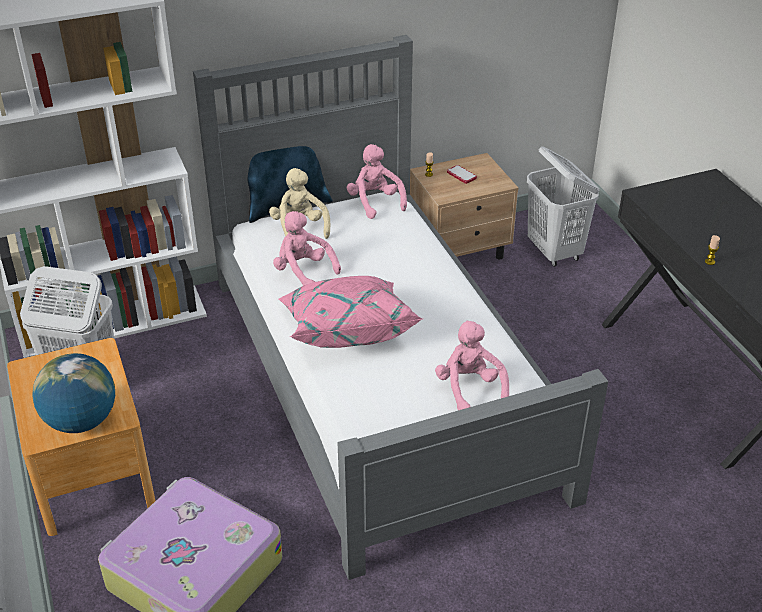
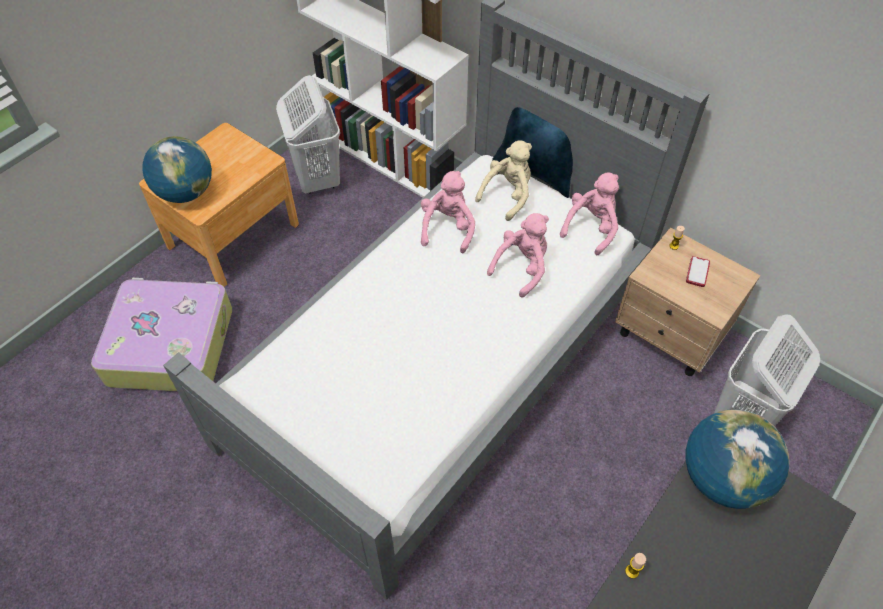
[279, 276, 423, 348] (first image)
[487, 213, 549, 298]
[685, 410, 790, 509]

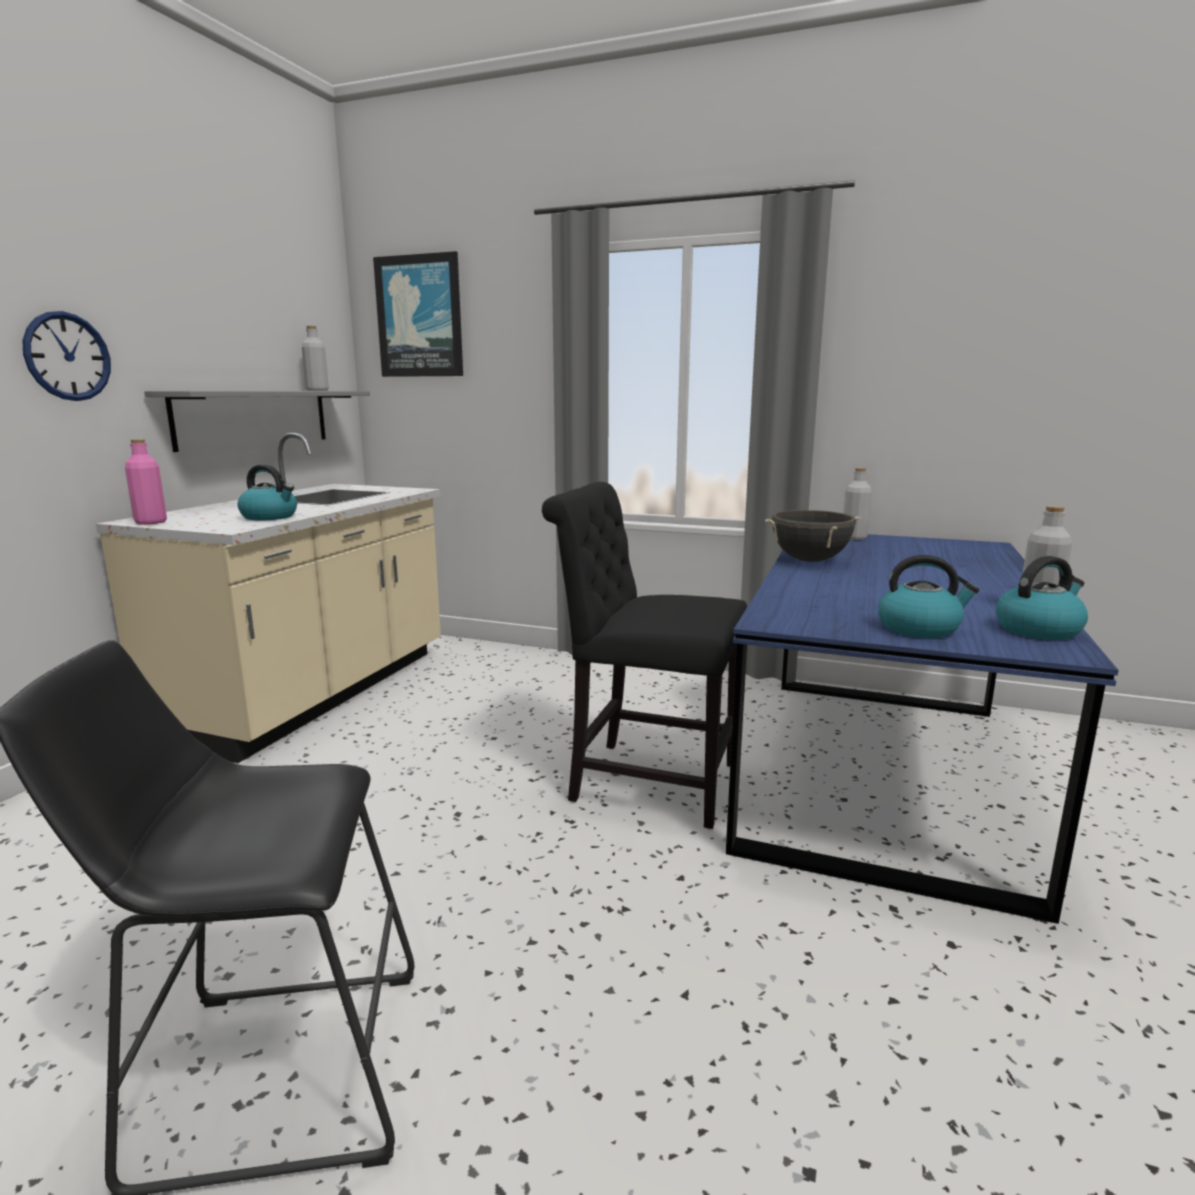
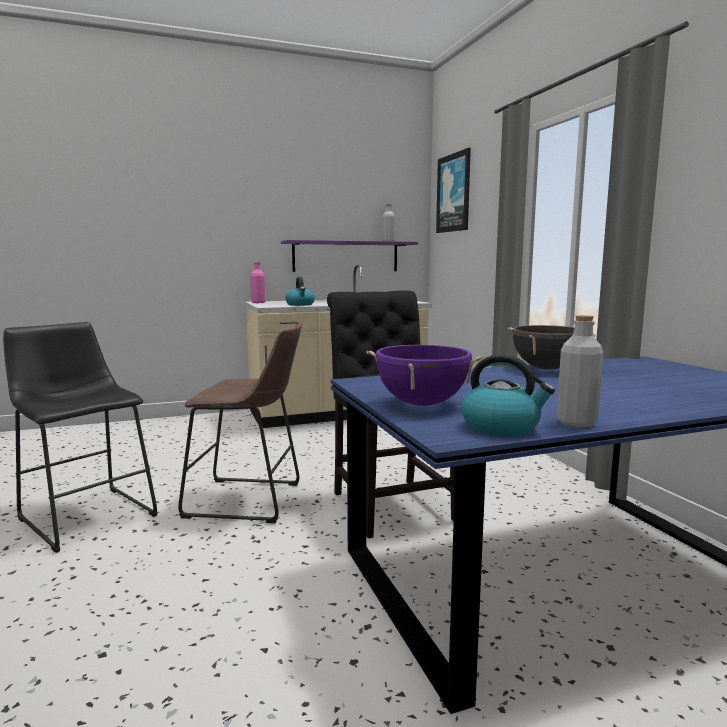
[22, 311, 111, 401] (first image)
[281, 240, 418, 272]
[843, 468, 872, 540] (first image)
[366, 345, 484, 406]
[178, 322, 302, 523]

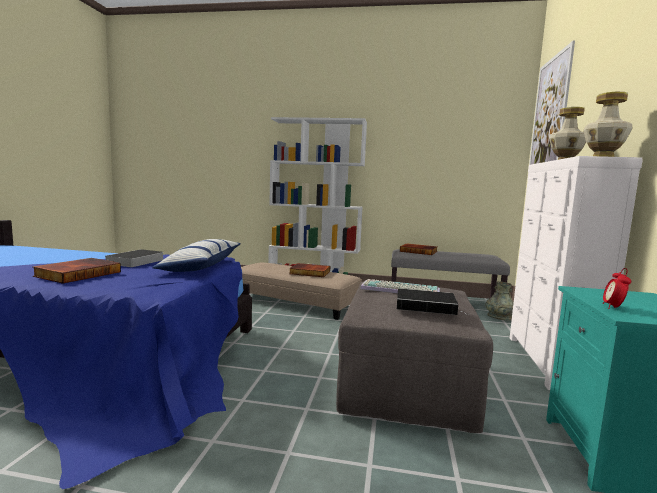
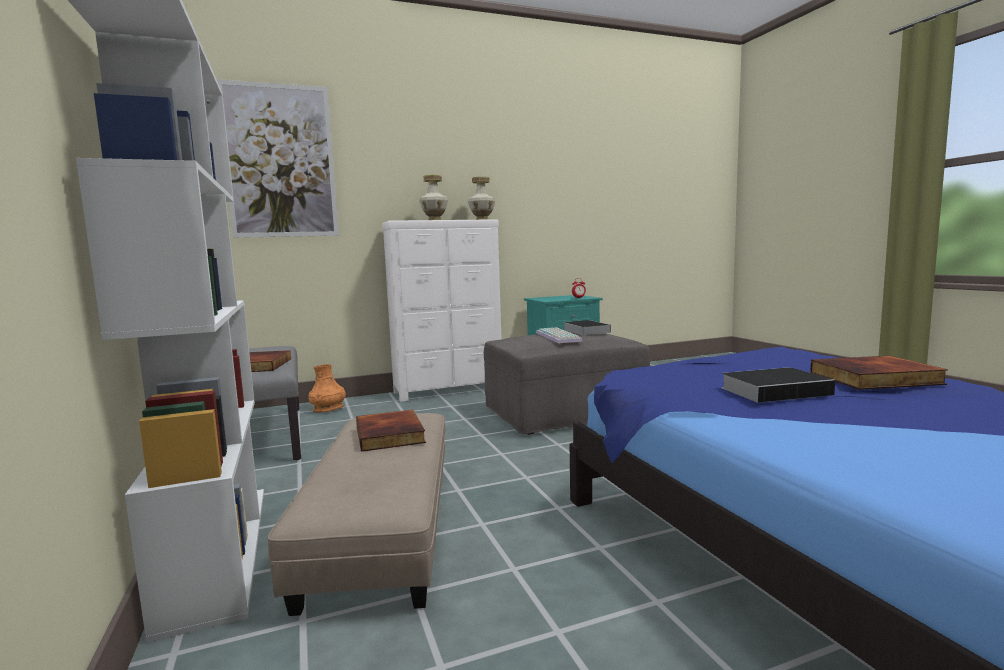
[152, 239, 241, 272] (first image)
[308, 364, 346, 413]

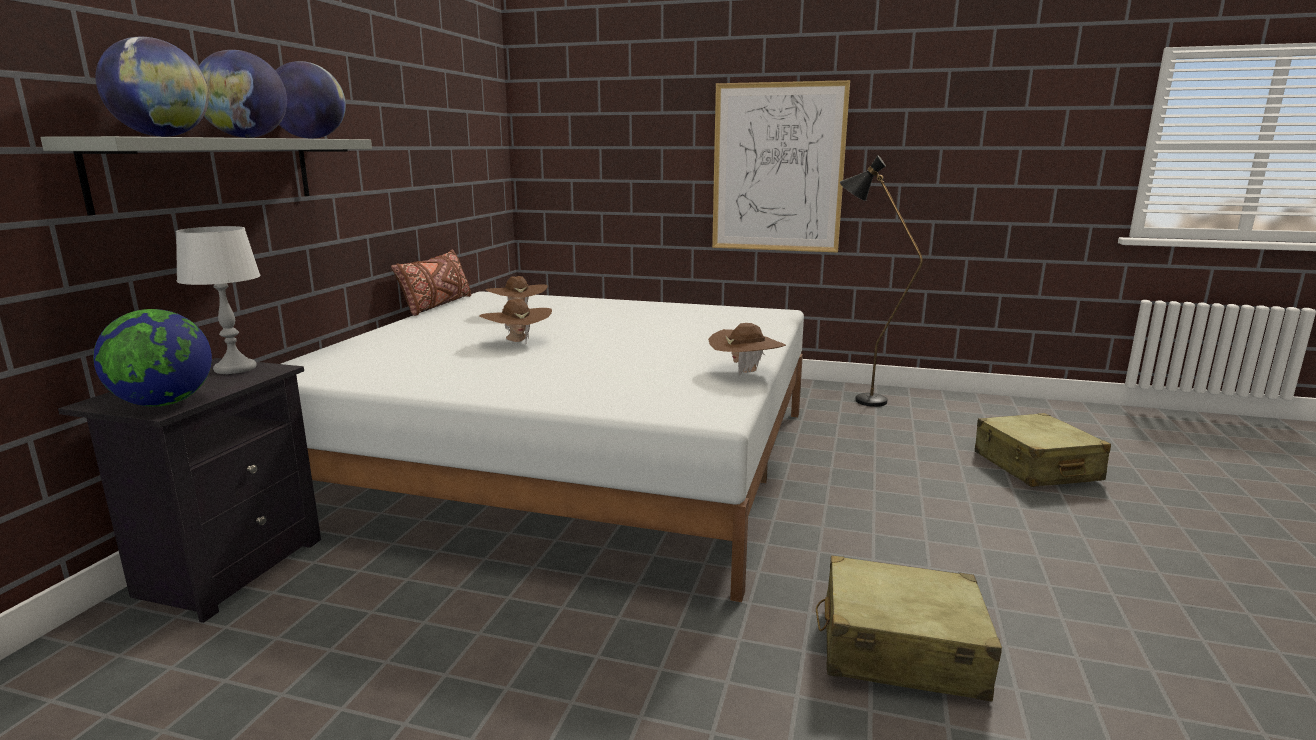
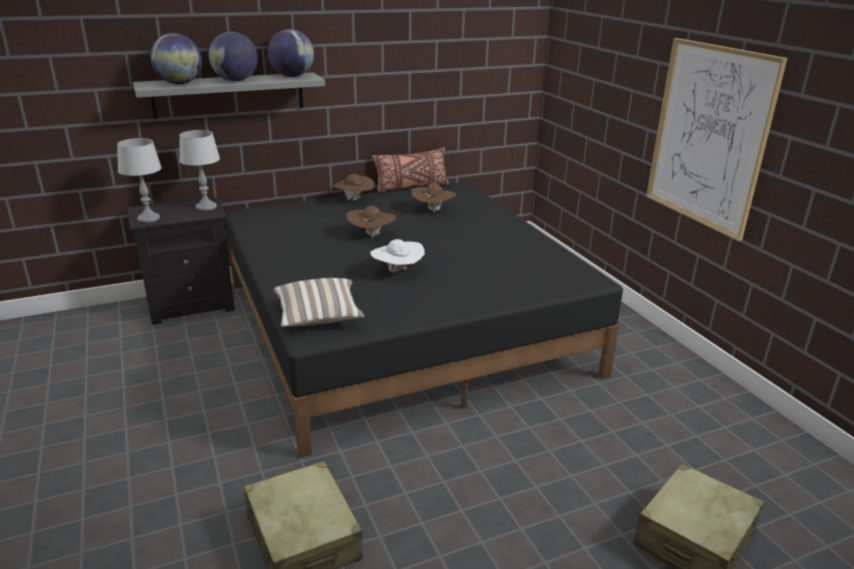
[117, 138, 162, 223]
[225, 182, 623, 458]
[333, 174, 375, 201]
[840, 155, 923, 407] (first image)
[274, 278, 364, 327]
[370, 239, 425, 273]

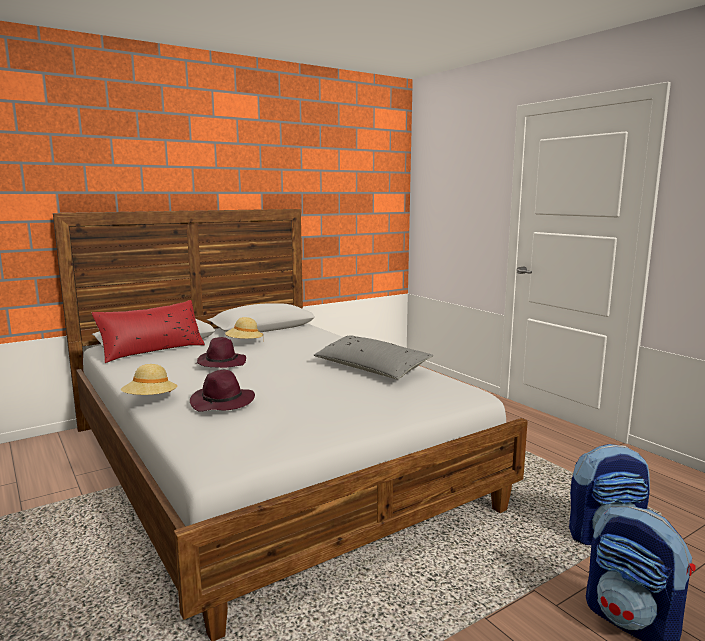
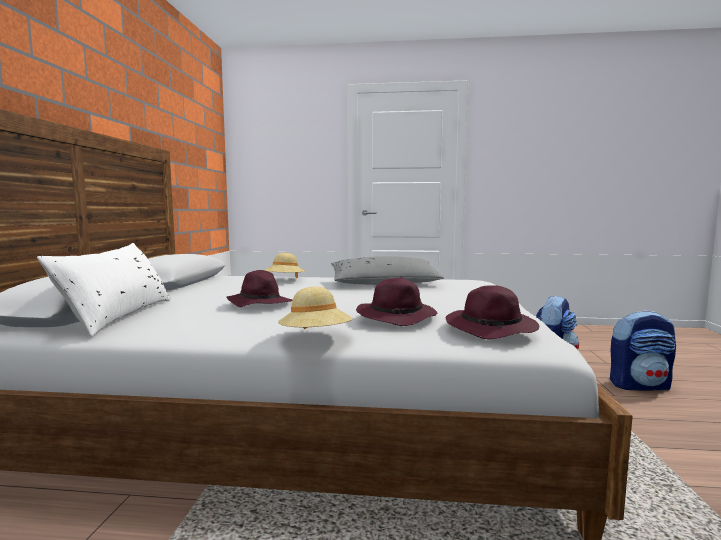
[37, 243, 170, 337]
[265, 253, 305, 278]
[446, 285, 539, 339]

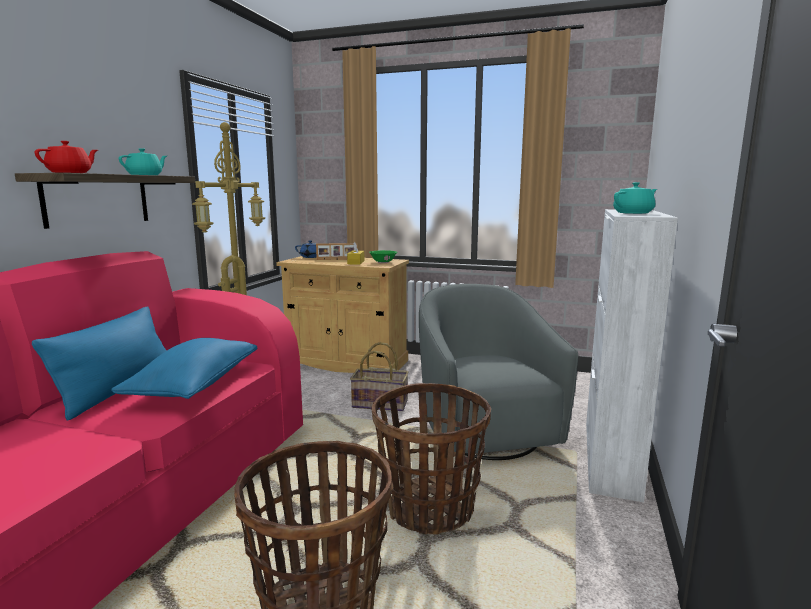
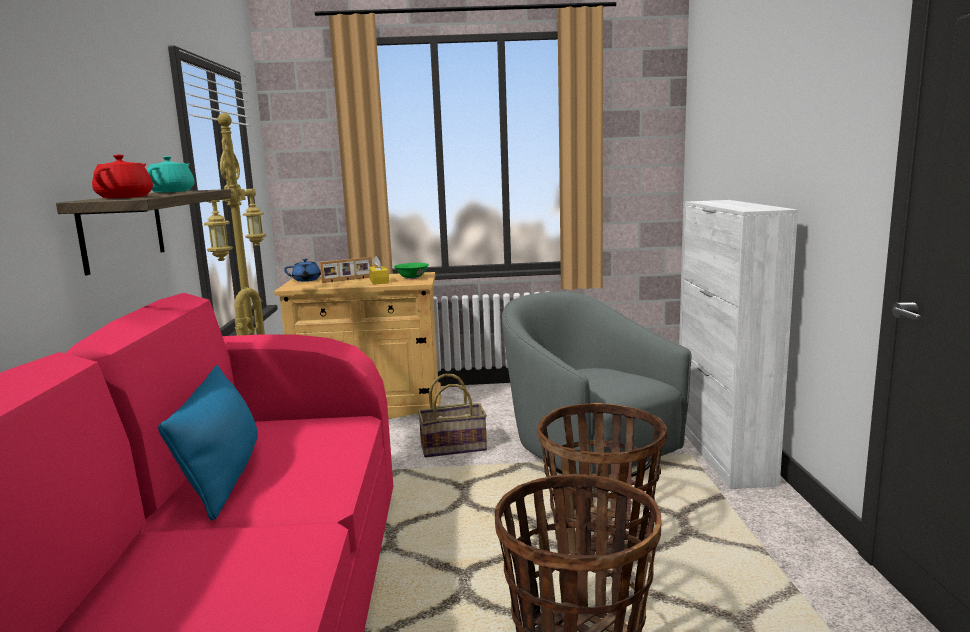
[111, 338, 257, 399] (first image)
[613, 182, 657, 214] (first image)

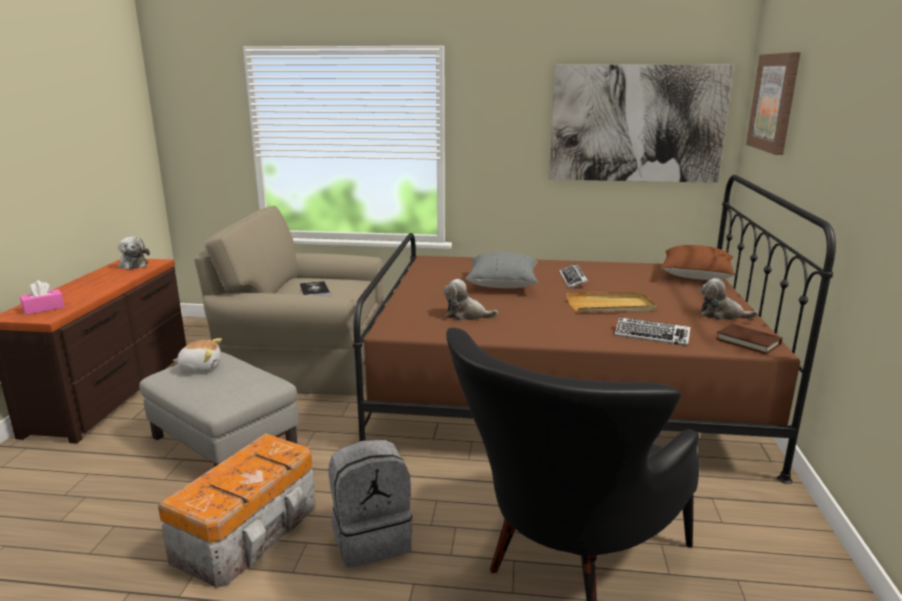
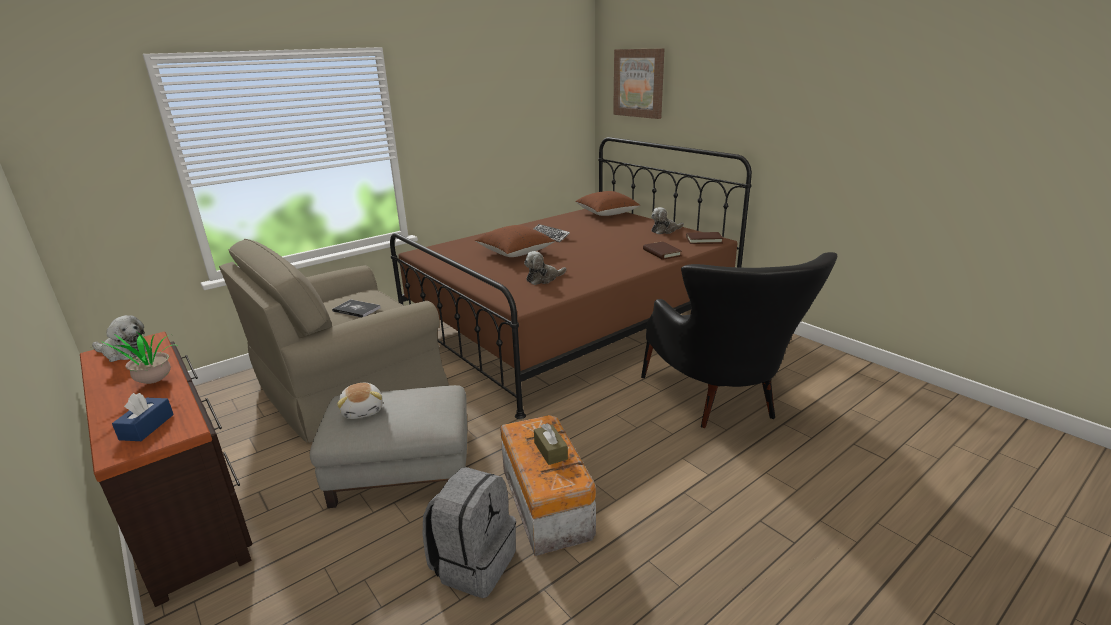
[112, 393, 174, 441]
[337, 383, 383, 419]
[423, 467, 516, 598]
[475, 225, 555, 257]
[549, 65, 734, 183] (first image)
[566, 293, 657, 312] (first image)
[643, 241, 682, 260]
[99, 332, 177, 384]
[534, 423, 568, 465]

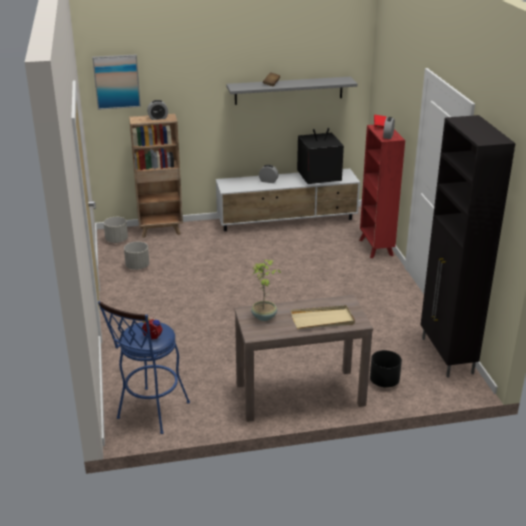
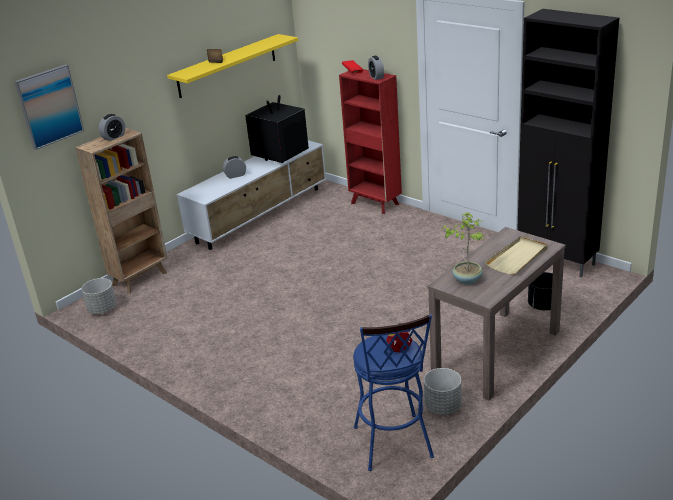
[424, 368, 462, 415]
[167, 34, 298, 98]

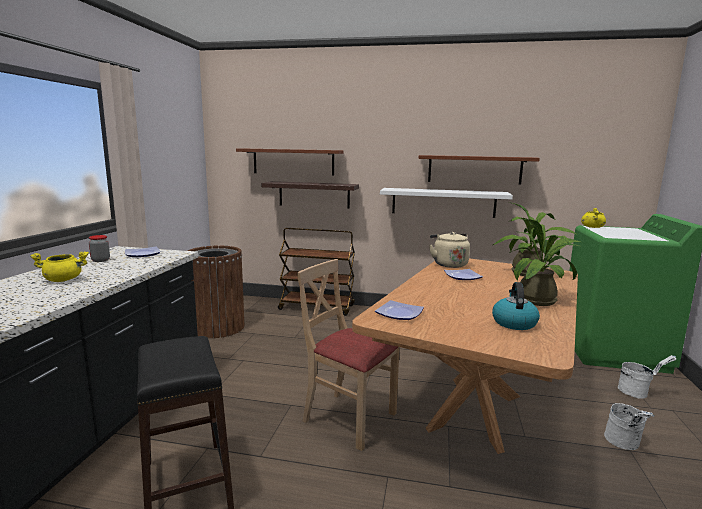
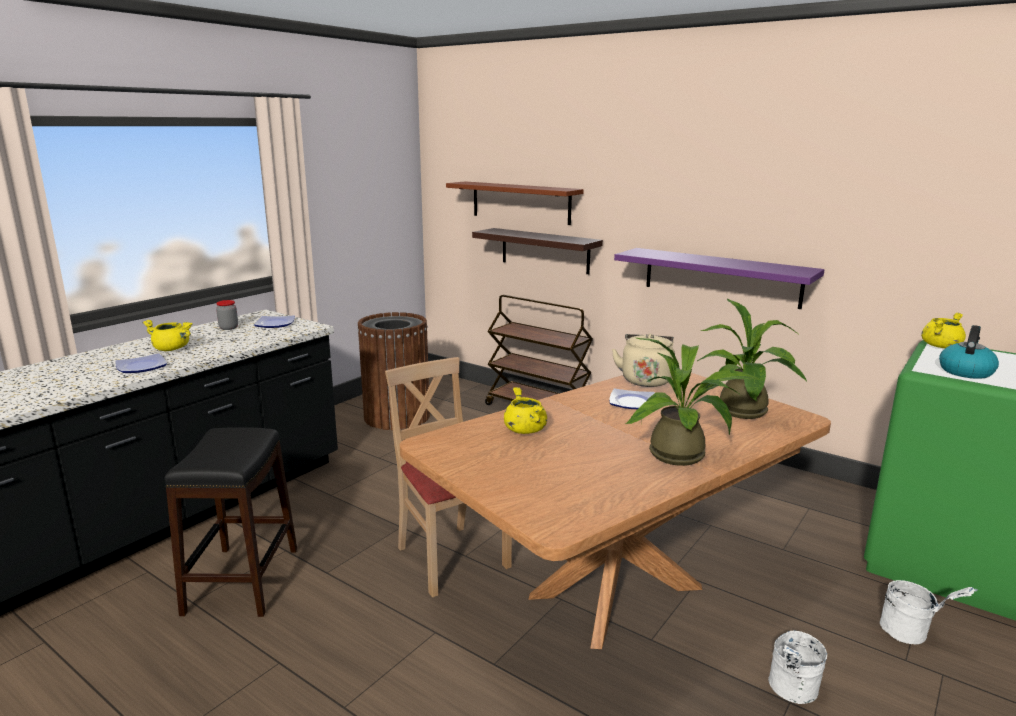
[116, 353, 167, 373]
[614, 248, 825, 309]
[419, 155, 540, 185] (first image)
[939, 325, 999, 379]
[504, 387, 547, 434]

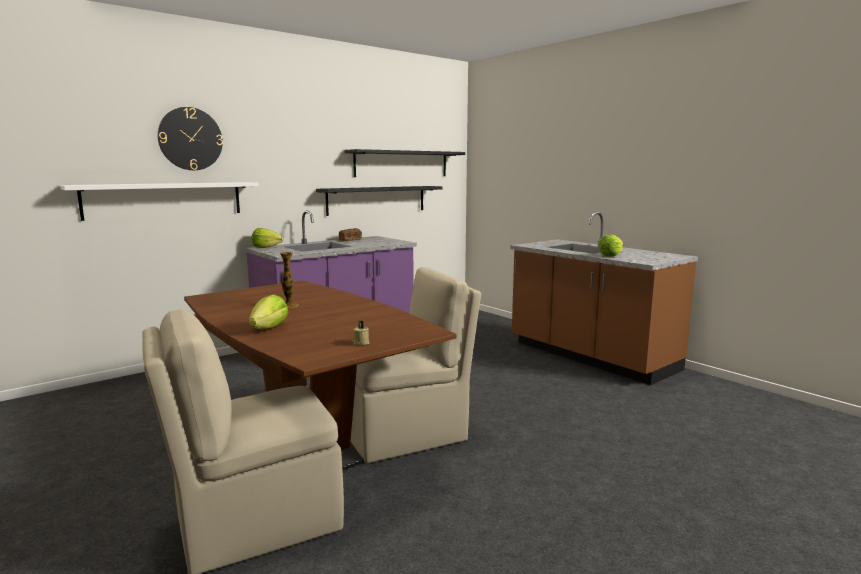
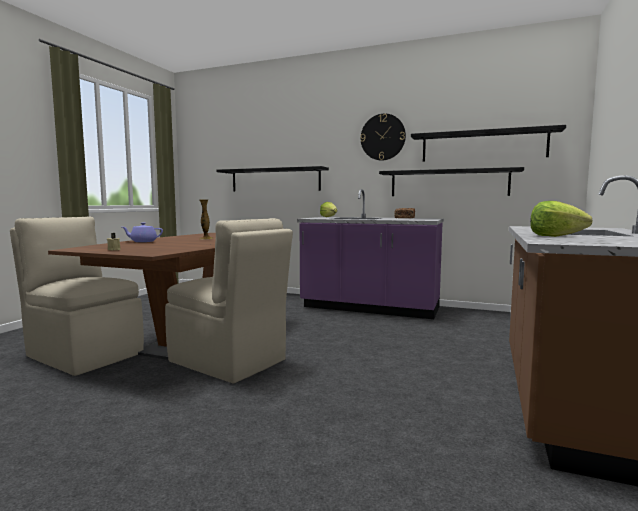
[216, 166, 329, 192]
[360, 113, 406, 160]
[122, 222, 163, 242]

